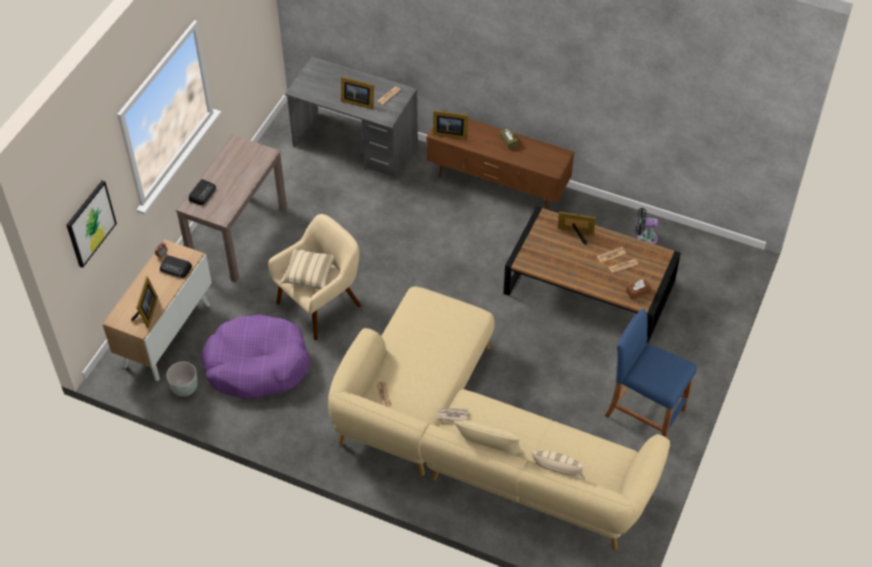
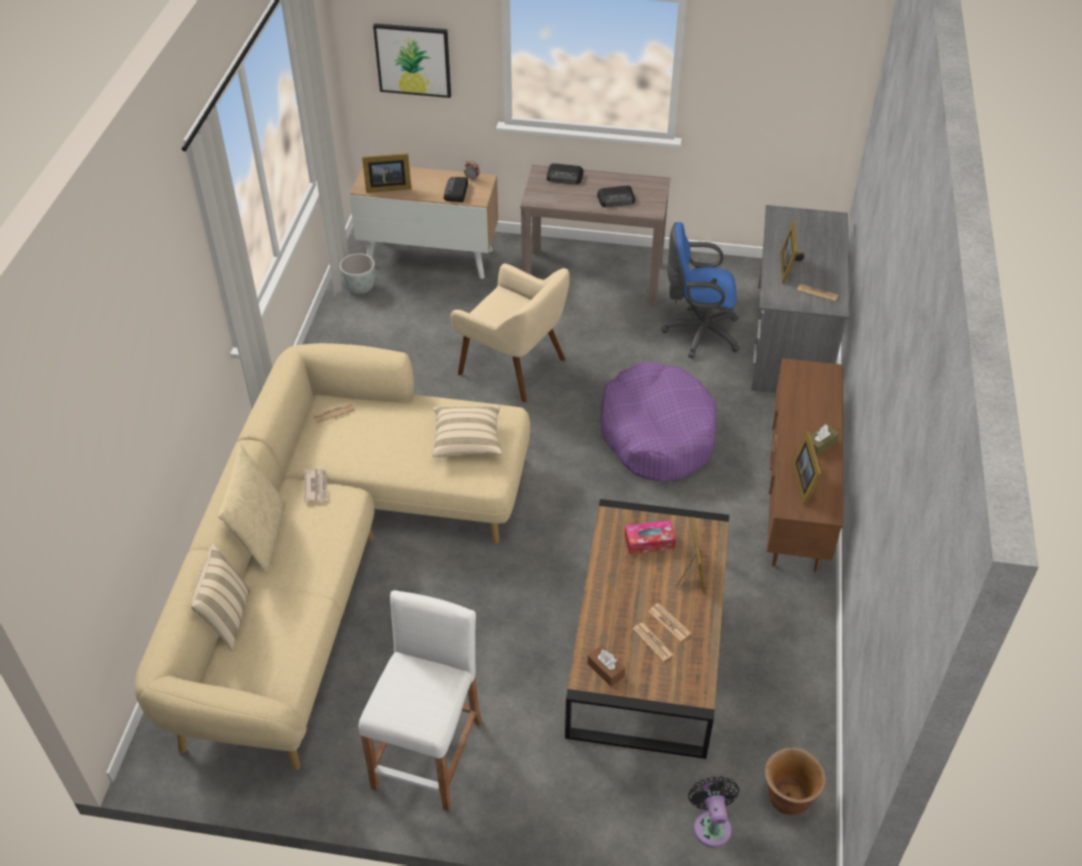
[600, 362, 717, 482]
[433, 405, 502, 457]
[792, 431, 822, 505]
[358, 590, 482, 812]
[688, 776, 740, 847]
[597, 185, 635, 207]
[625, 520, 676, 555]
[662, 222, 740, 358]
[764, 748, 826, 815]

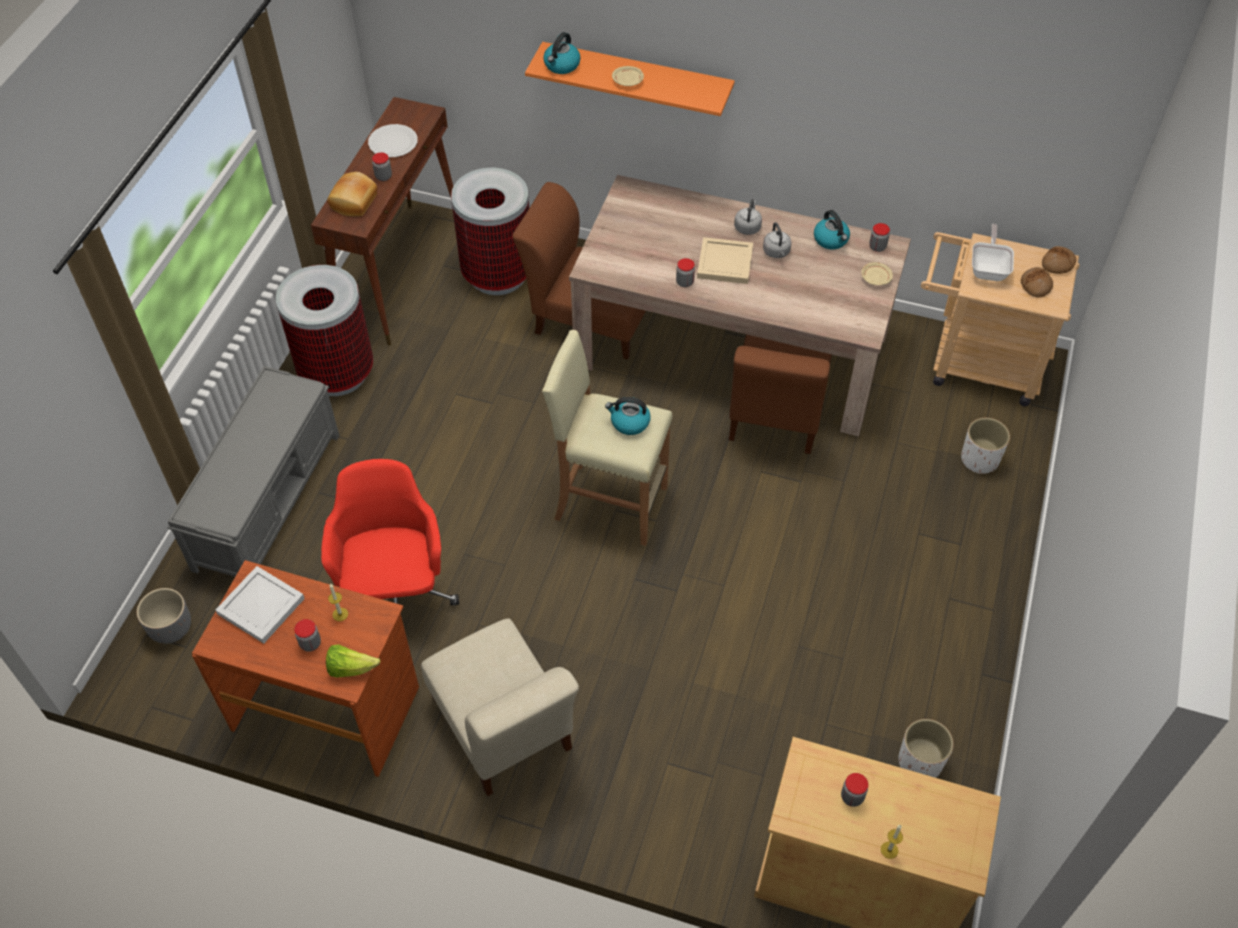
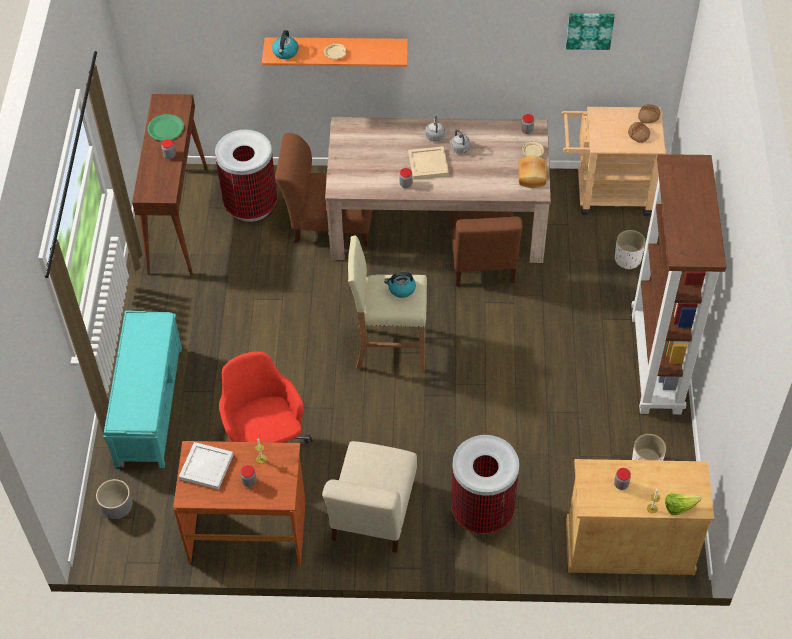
[103, 310, 182, 468]
[451, 435, 519, 534]
[665, 493, 701, 515]
[519, 155, 547, 188]
[147, 114, 184, 141]
[322, 441, 417, 553]
[814, 210, 850, 250] (first image)
[972, 224, 1014, 281] (first image)
[566, 13, 614, 50]
[631, 154, 726, 414]

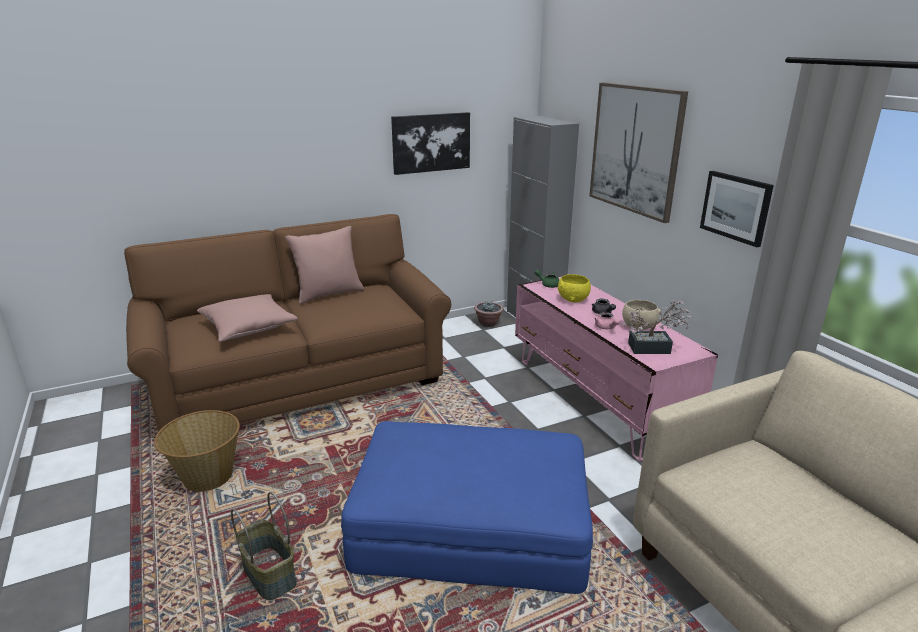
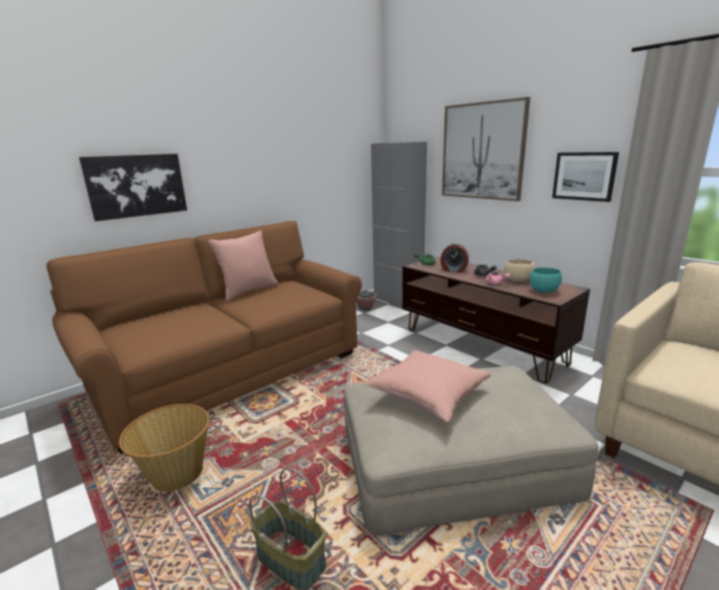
[365, 350, 491, 423]
[344, 366, 599, 536]
[79, 154, 187, 221]
[402, 256, 590, 384]
[440, 243, 469, 272]
[529, 268, 562, 293]

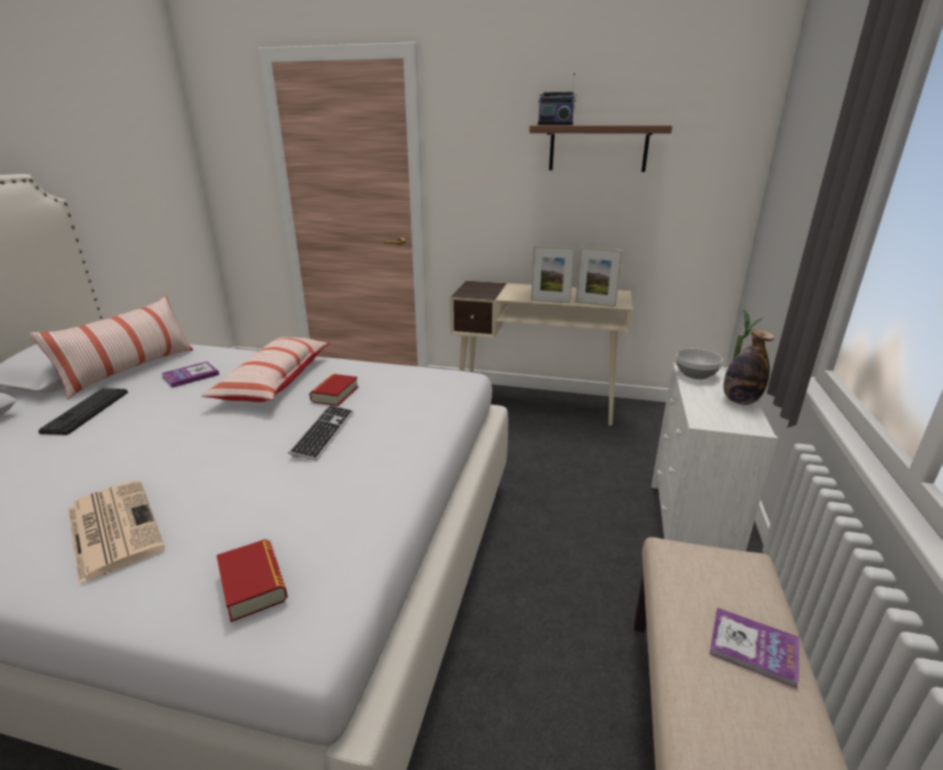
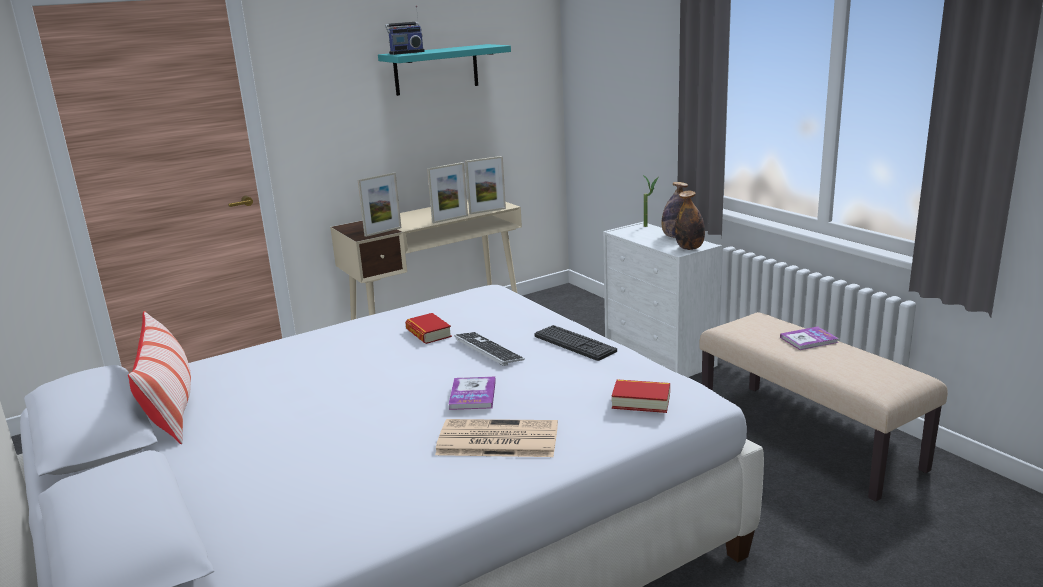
[535, 325, 617, 361]
[449, 377, 496, 410]
[201, 337, 329, 402] (first image)
[378, 44, 511, 96]
[676, 349, 723, 380] (first image)
[358, 172, 401, 237]
[675, 191, 705, 250]

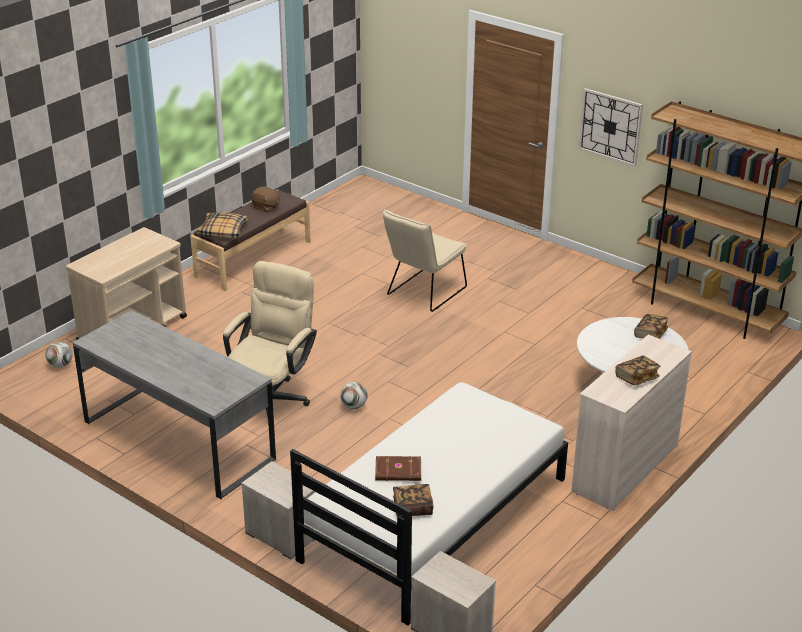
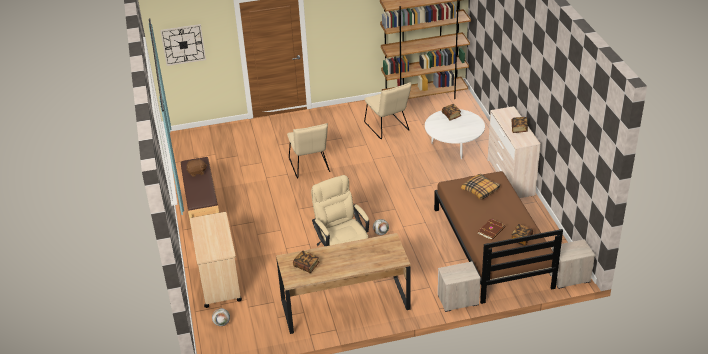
[276, 233, 411, 334]
[461, 174, 500, 200]
[434, 171, 563, 304]
[160, 24, 206, 66]
[293, 250, 320, 273]
[364, 82, 411, 139]

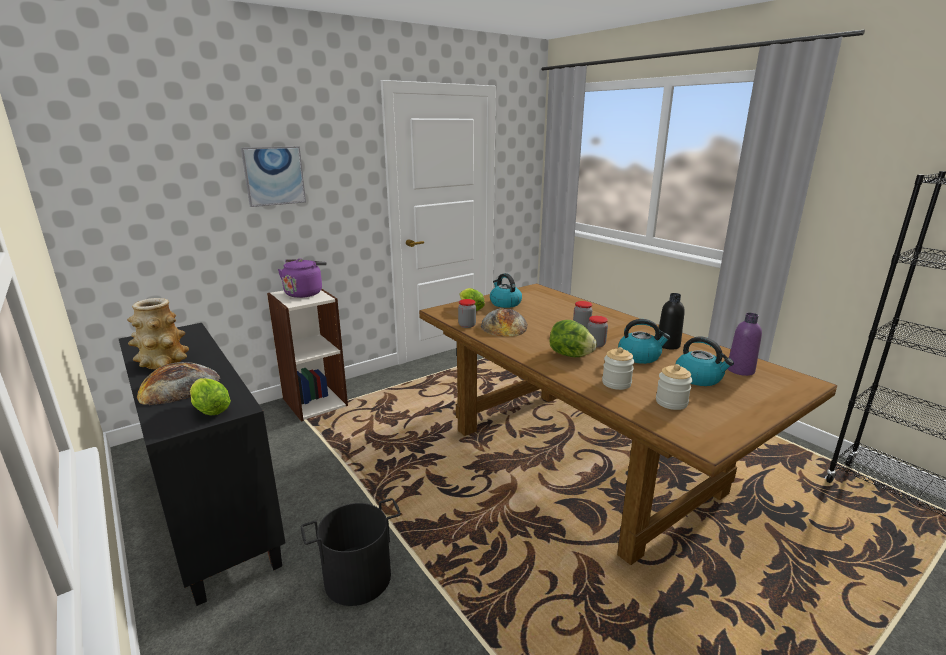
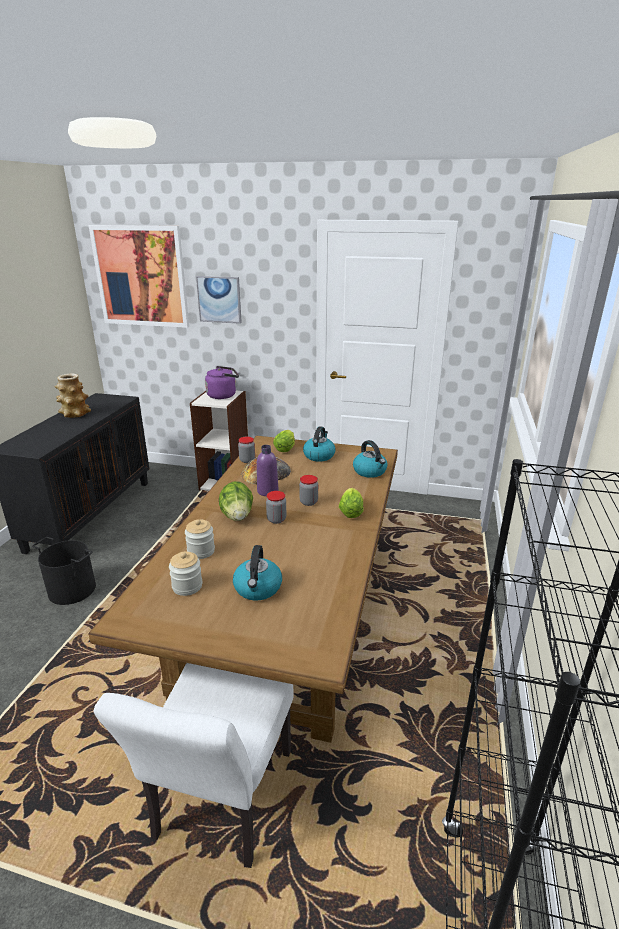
[137, 362, 220, 405] (first image)
[339, 488, 364, 518]
[353, 440, 387, 478]
[658, 293, 685, 350] (first image)
[257, 445, 279, 496]
[88, 225, 189, 328]
[94, 663, 294, 868]

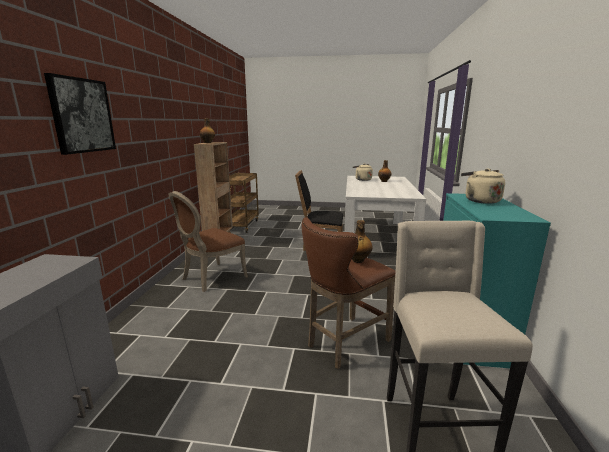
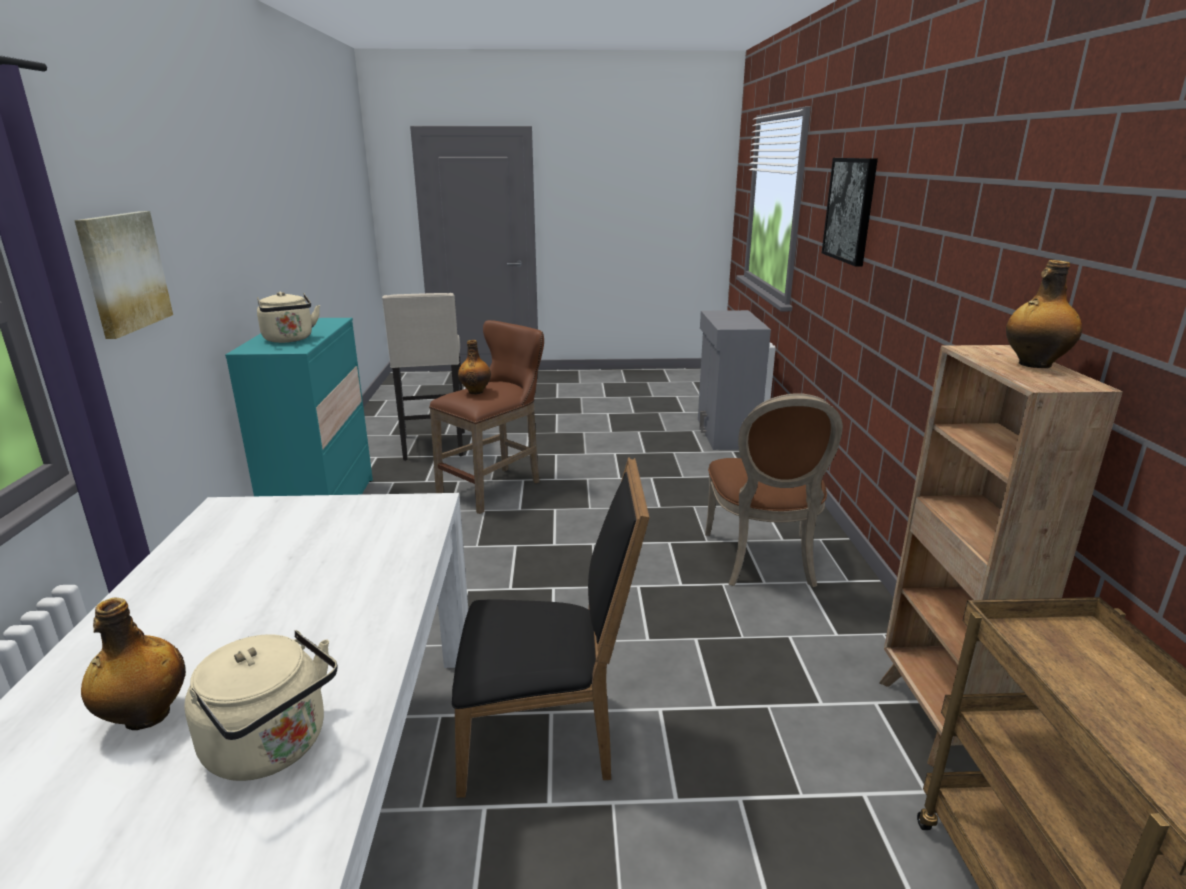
[705, 393, 843, 587]
[74, 211, 173, 339]

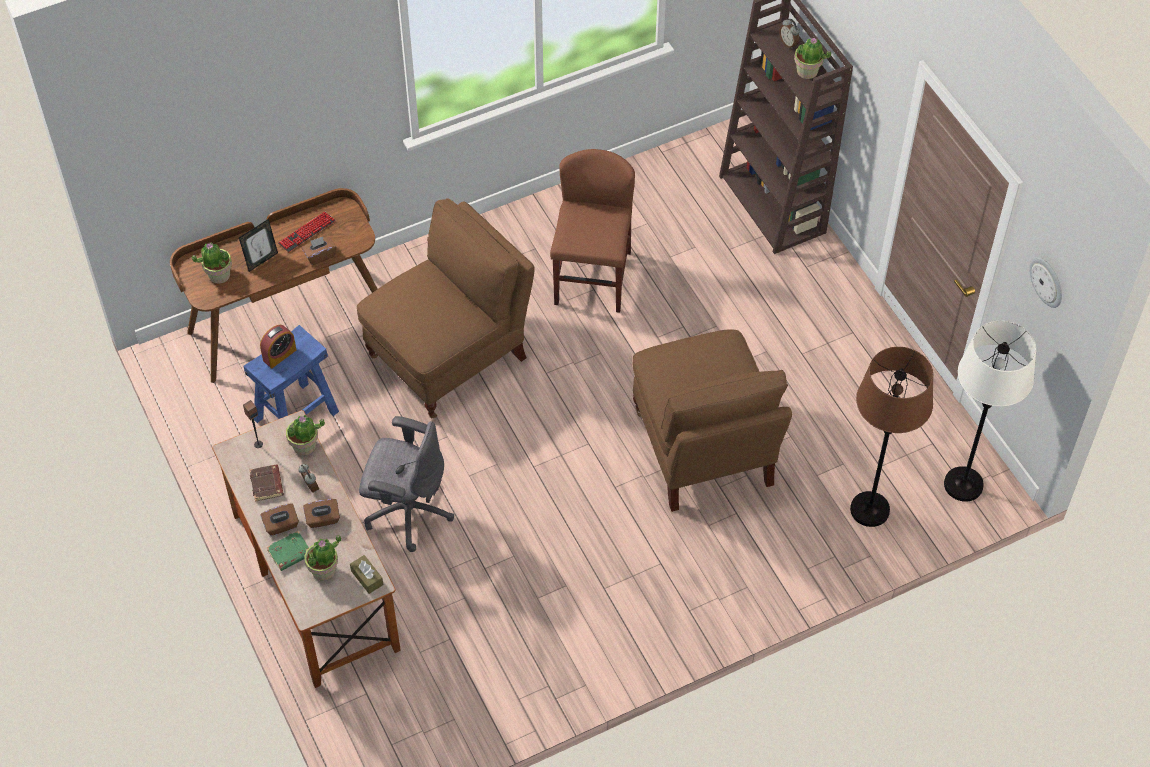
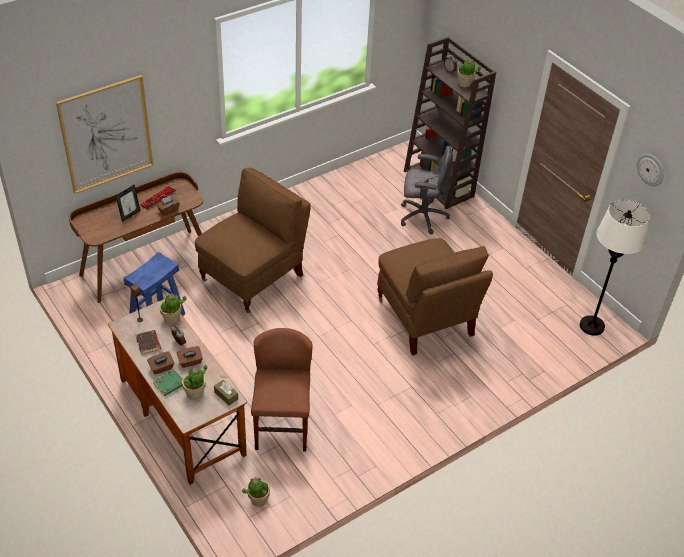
[242, 477, 270, 507]
[260, 325, 296, 368] (first image)
[401, 146, 453, 234]
[251, 328, 312, 452]
[850, 347, 933, 527] (first image)
[56, 75, 153, 194]

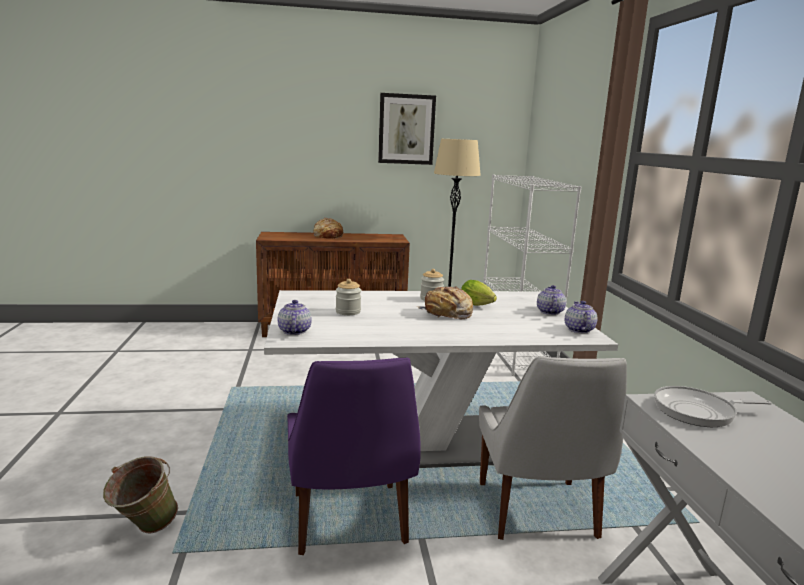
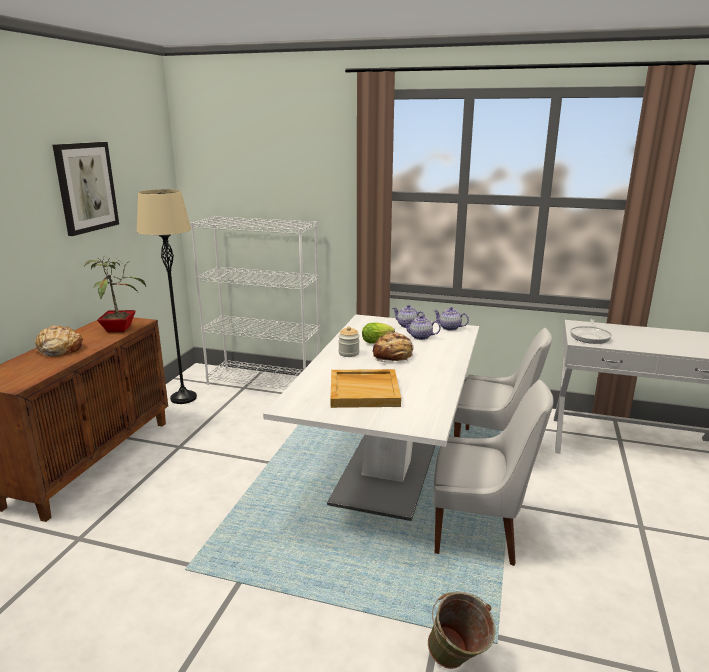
[403, 315, 441, 340]
[433, 380, 554, 566]
[331, 369, 401, 408]
[84, 258, 146, 332]

